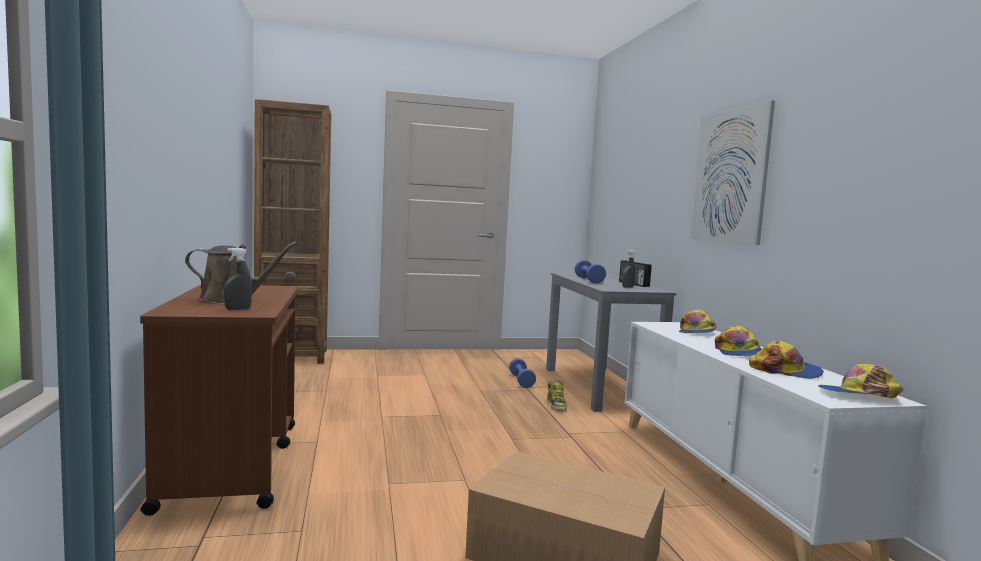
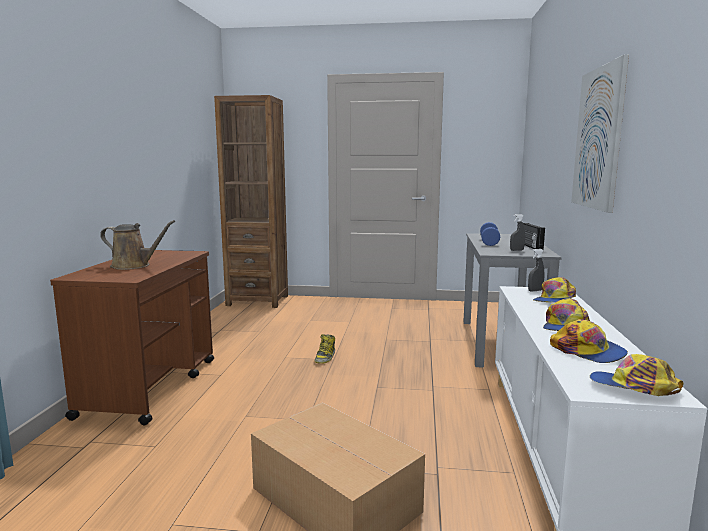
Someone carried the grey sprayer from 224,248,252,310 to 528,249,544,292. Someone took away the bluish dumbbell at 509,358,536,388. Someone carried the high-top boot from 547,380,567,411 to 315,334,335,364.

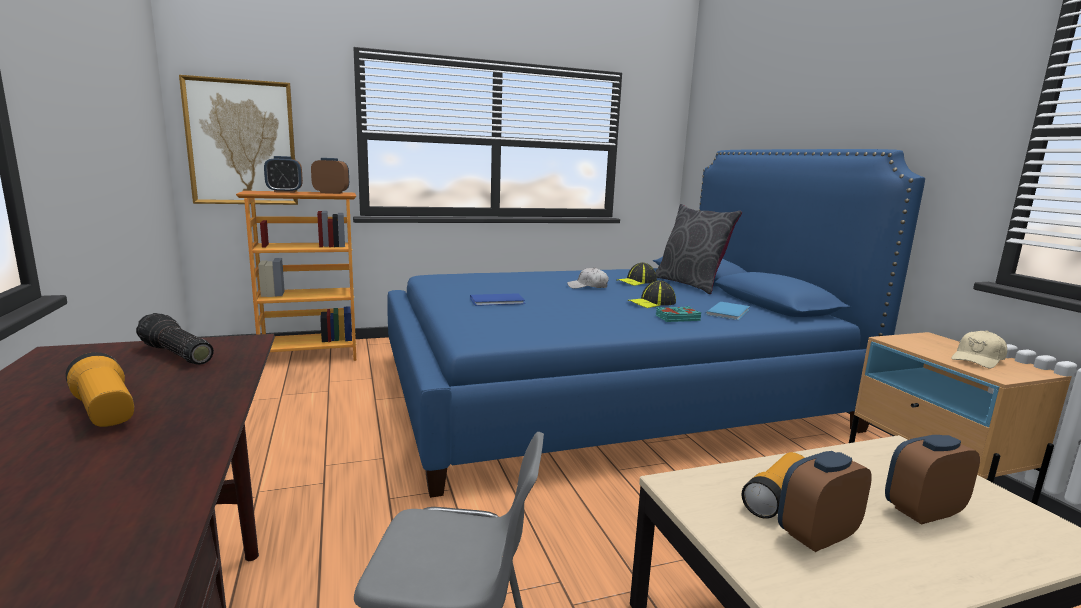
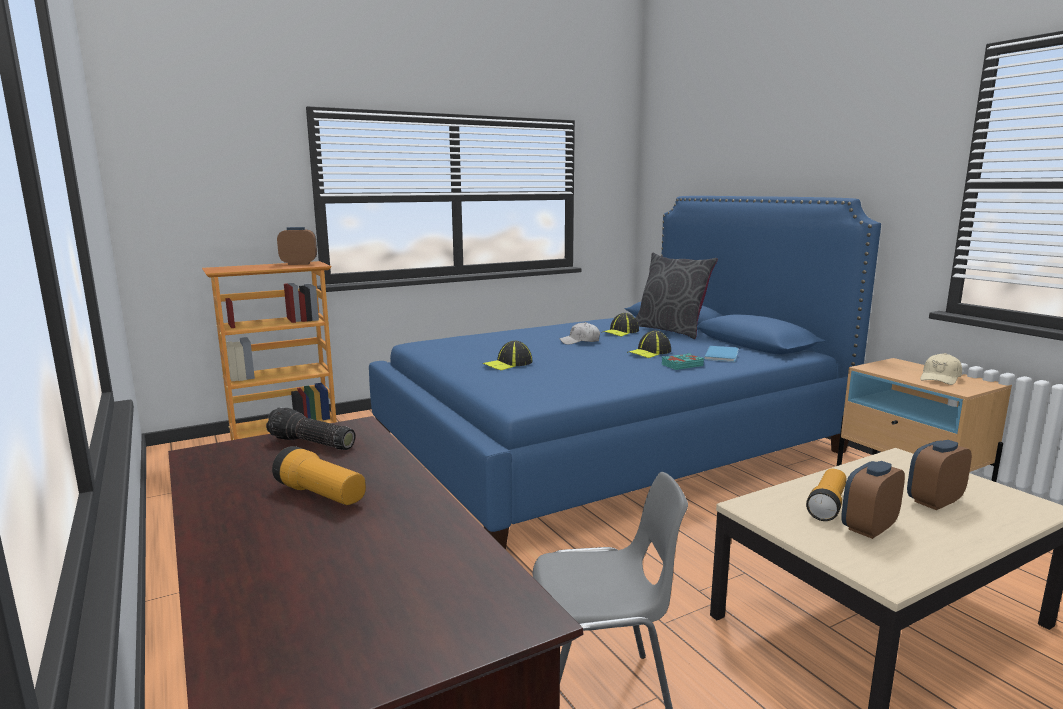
Someone took away the picture at 179,75,298,205. Someone took away the bedside clock at 264,156,303,193. Someone swapped the bluish bound book at 470,293,525,306 for the baseball cap at 483,341,533,370.

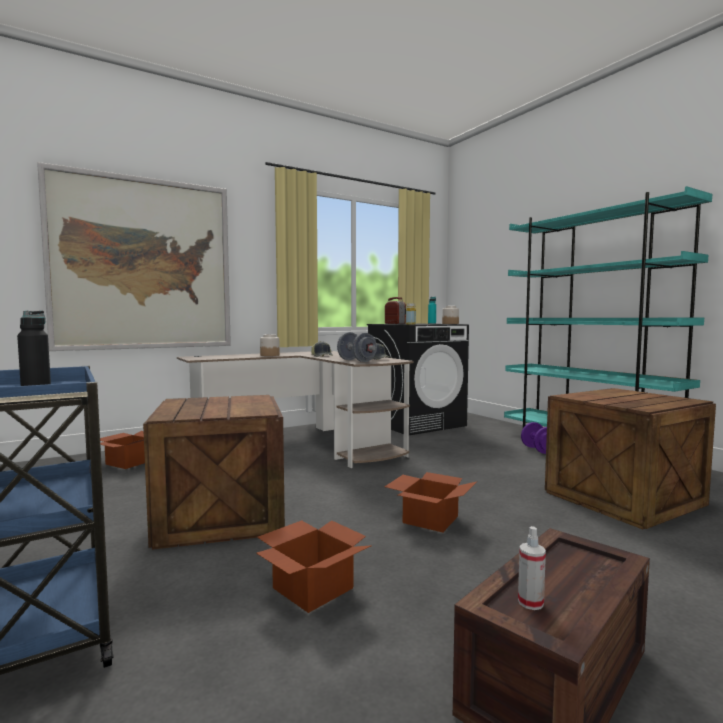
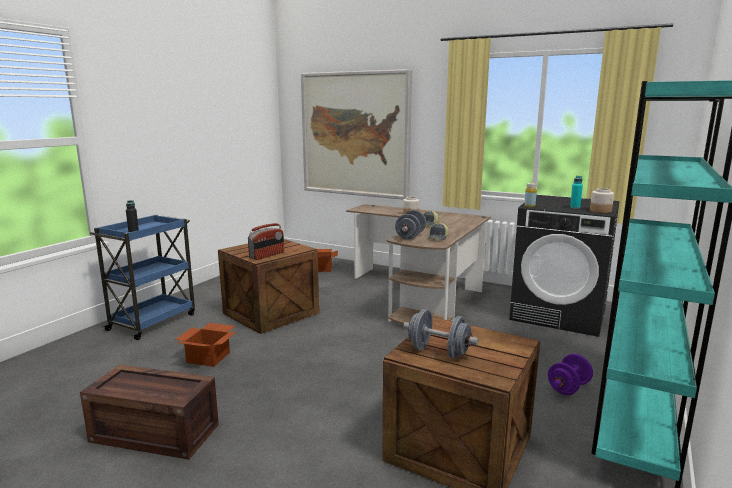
Someone carried the radio receiver from 385,297,406,324 to 248,223,284,260. Someone took away the cardboard box at 385,472,477,532. Someone took away the sprayer at 518,526,546,610. Someone put down the grey dumbbell at 403,309,478,359.

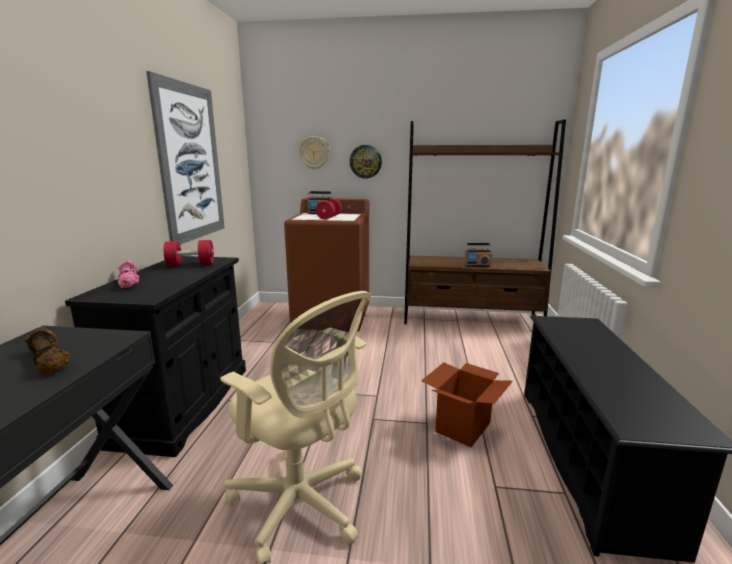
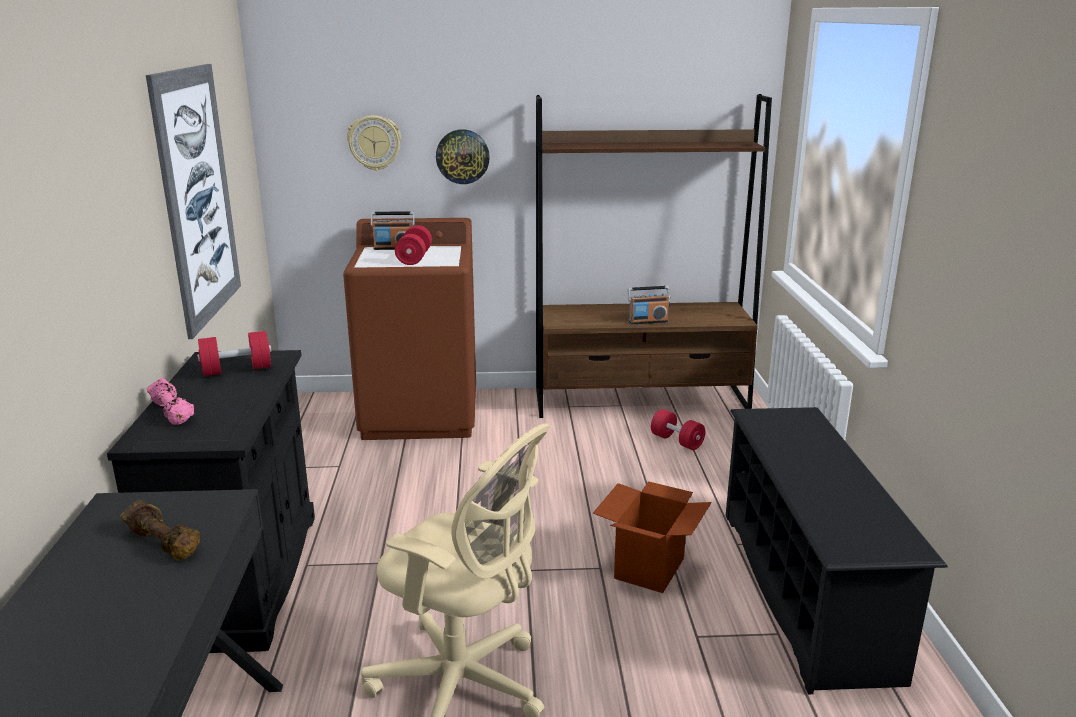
Someone put down the red dumbbell at 651,409,705,450.

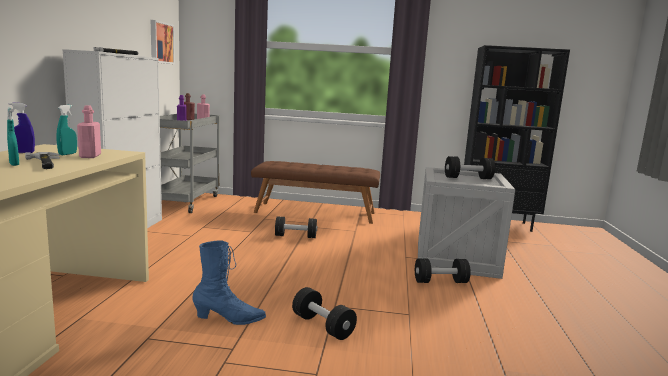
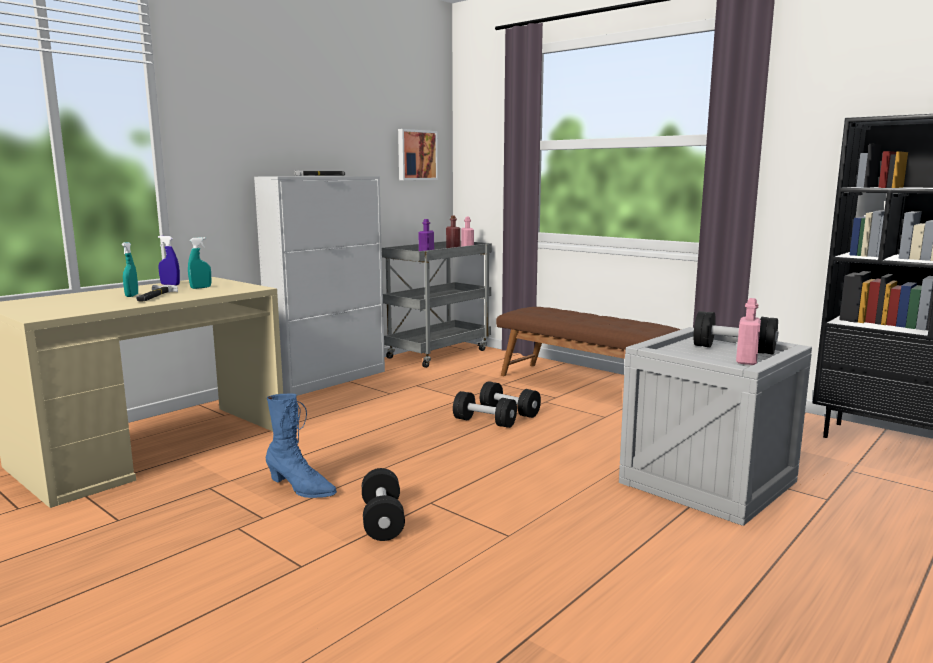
Someone carried the pink bottle from 77,105,101,158 to 736,298,761,365. Someone carried the black dumbbell from 415,258,471,283 to 453,391,517,428.

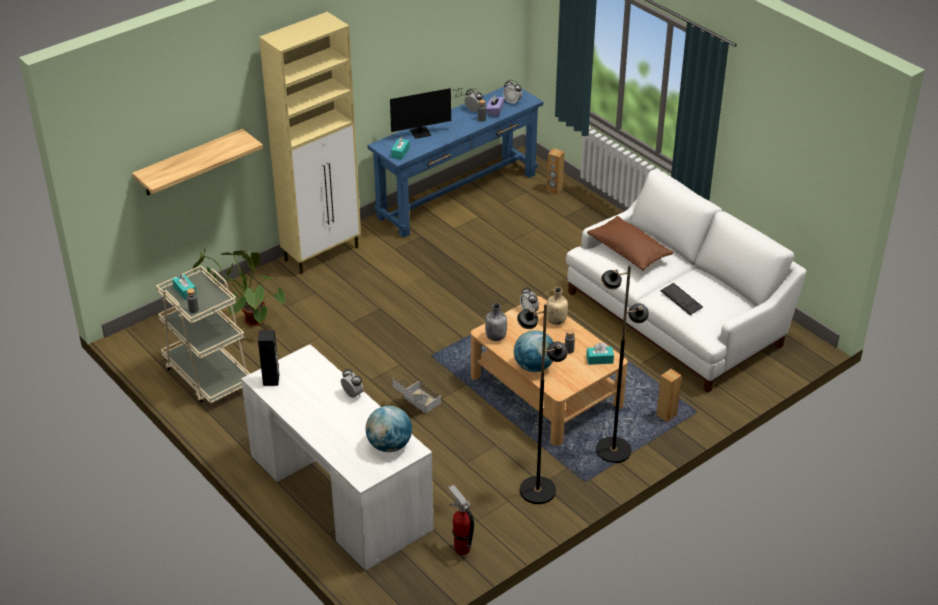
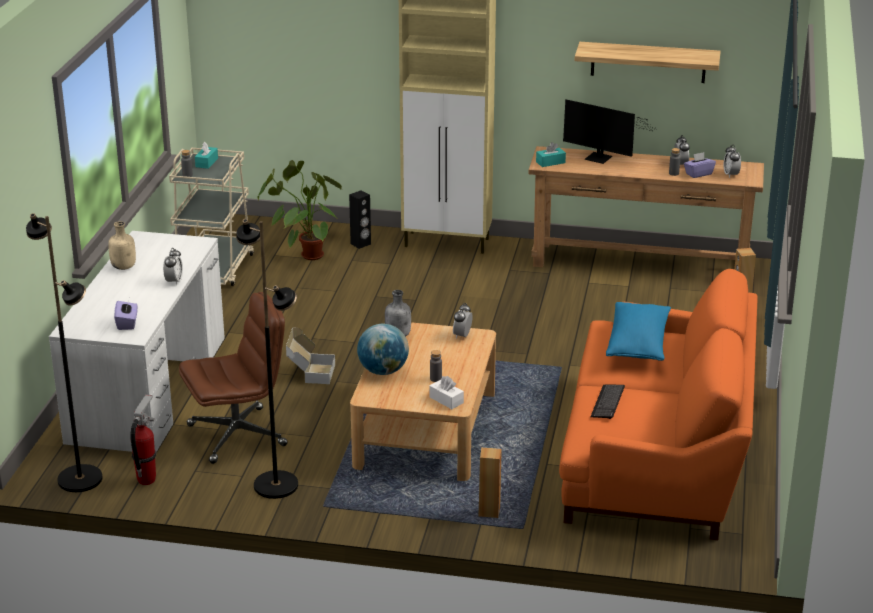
Someone repainted the bluish narrow table at 368,83,543,238, which became the brown-coloured narrow table at 528,146,764,267. Someone carried the shelf from 132,129,263,195 to 574,42,721,83. Someone repainted the white-coloured sofa at 566,170,806,393, which became the orange-coloured sofa at 559,269,758,540. Someone repainted the brown-coloured pillow at 587,216,674,271, which became the bluish pillow at 606,302,671,361. Someone carried the black standing lamp from 596,265,649,463 to 26,213,103,492. Someone carried the beige bottle from 547,287,568,325 to 108,221,136,270. Someone carried the black audio speaker from 258,330,279,386 to 349,190,371,249. Someone repainted the turquoise box of tissues at 587,343,614,365, which became the white-coloured box of tissues at 429,376,464,409. Someone swapped the desk globe at 365,406,412,452 for the purple-coloured box of tissues at 114,300,138,330. Someone put down the brown-coloured office chair at 179,292,288,464.

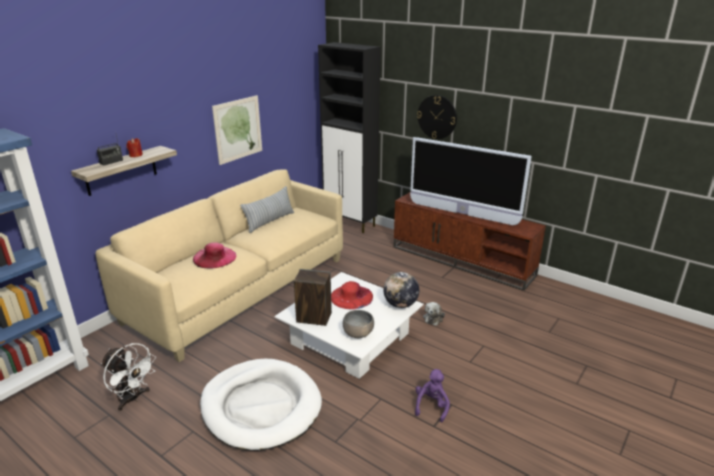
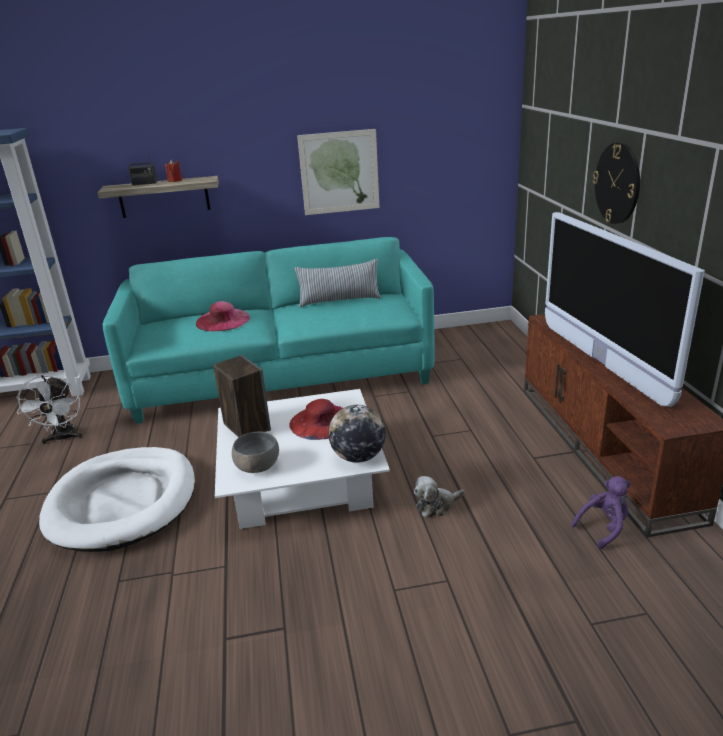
Someone took away the black cabinet at 318,42,381,233. Someone repainted the beige sofa at 96,169,343,362, which became the turquoise sofa at 103,237,435,424. Someone carried the purple-coloured soft toy from 415,369,450,422 to 571,476,631,549.

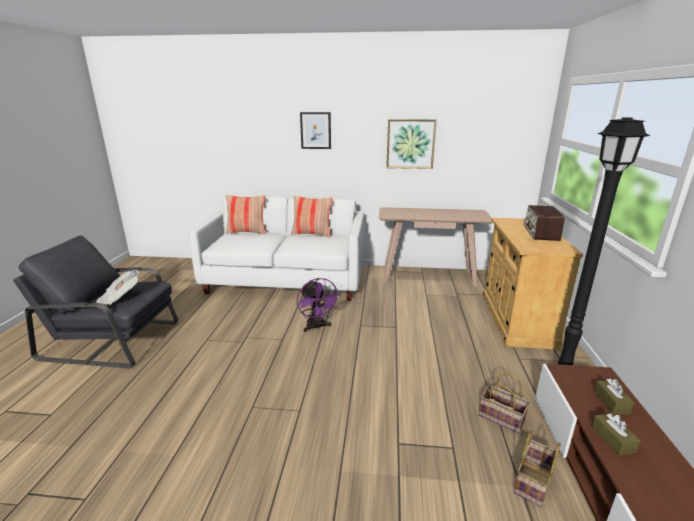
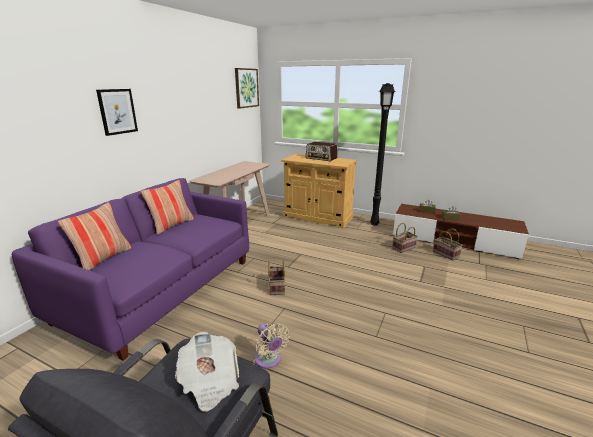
Someone carried the picture from 386,119,437,169 to 235,68,259,109. Someone repainted the white-coloured sofa at 189,196,364,301, which became the purple-coloured sofa at 12,178,249,361. Someone swapped the purple-coloured cooling fan at 297,278,340,332 for the basket at 268,259,285,295. Someone put down the beige cooling fan at 255,323,290,369.

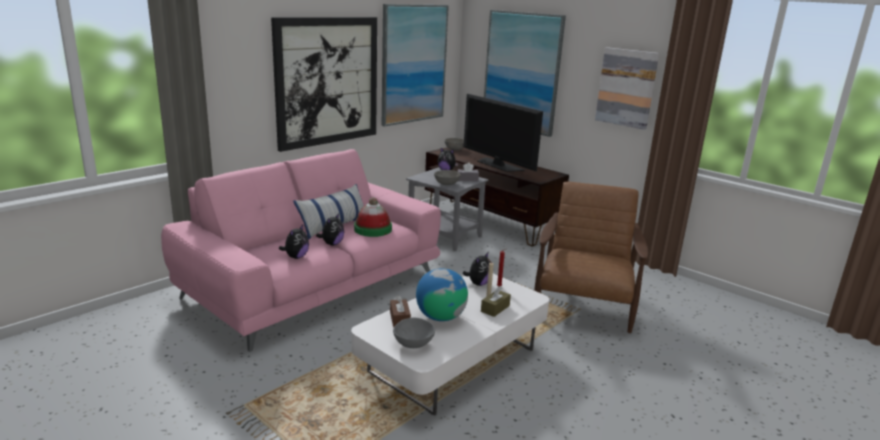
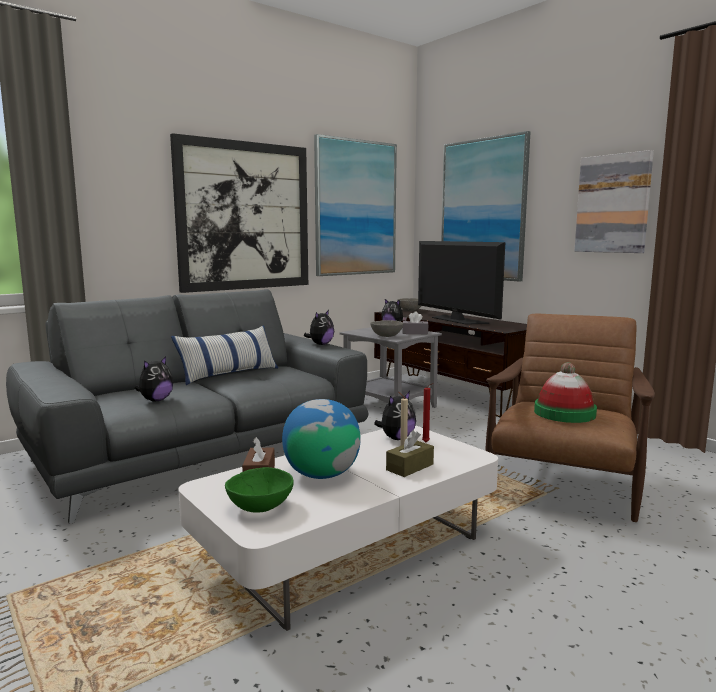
Someone repainted the pink sofa at 161,149,441,352, which became the grey sofa at 6,289,369,524. Someone carried the wearable hat from 354,198,392,237 to 534,362,597,423. Someone carried the soft toy from 316,213,344,246 to 304,310,334,345. Someone repainted the grey serving bowl at 393,318,435,348, which became the greenish serving bowl at 225,467,293,513.

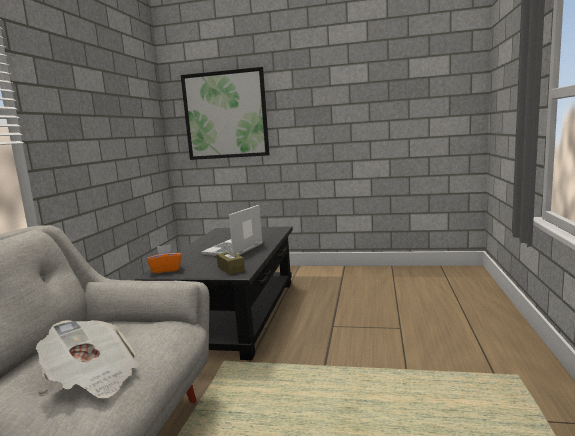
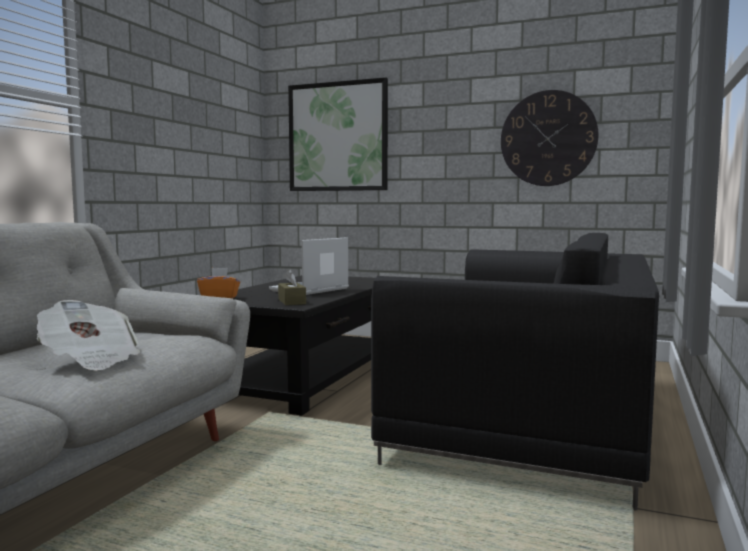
Someone put up the clock on the wall at 501,90,598,186. Someone put down the black sofa at 371,233,659,510.

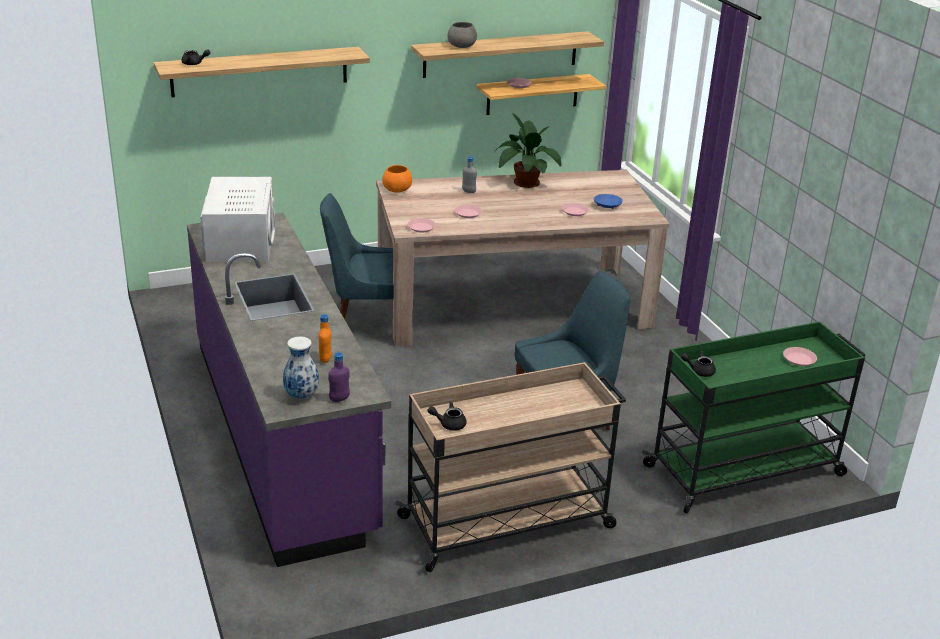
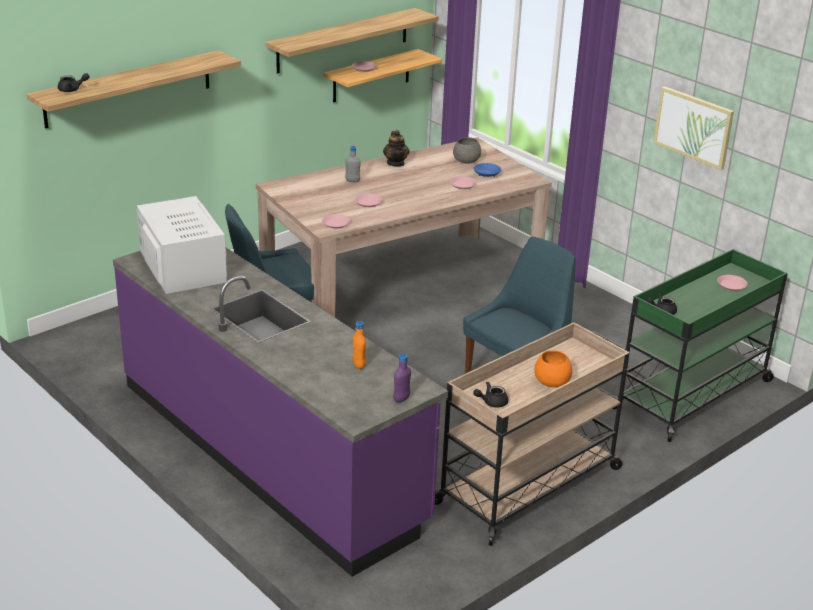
Someone carried the grey serving bowl from 447,22,477,48 to 453,137,481,164. Someone swapped the potted plant at 494,113,562,188 for the tea pot at 383,130,410,167. Someone carried the orange-coloured serving bowl from 382,165,412,193 to 534,350,572,387. Someone took away the flower vase at 283,337,319,399. Someone put up the picture at 653,86,734,170.

